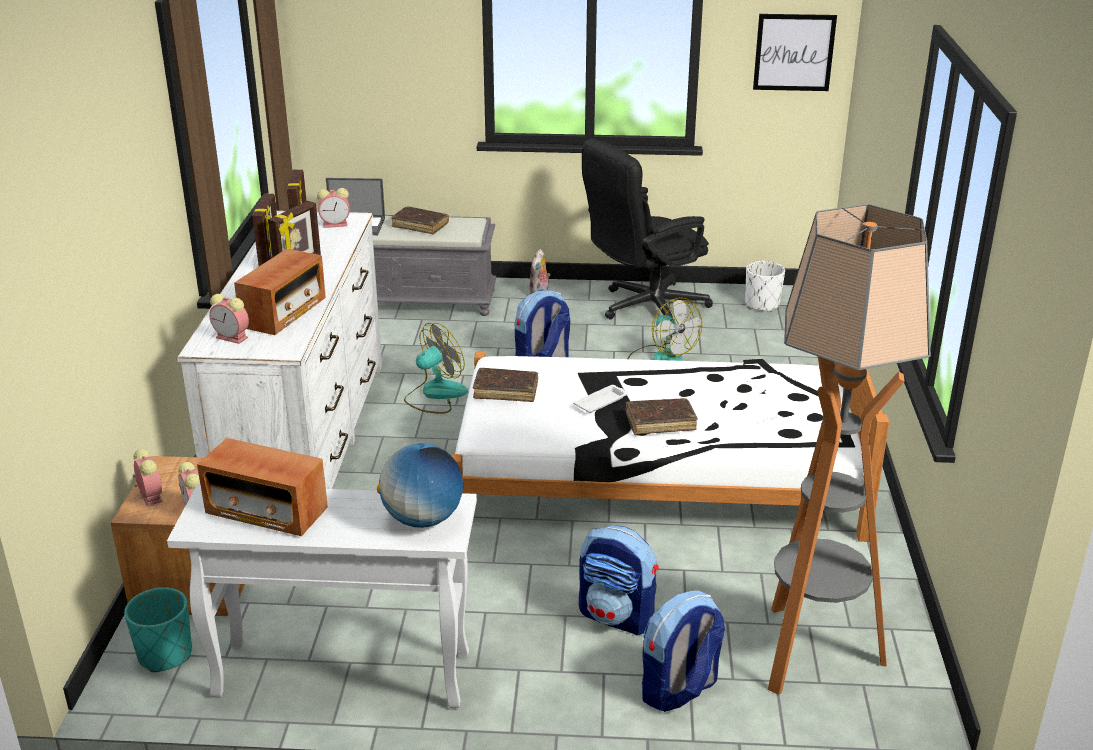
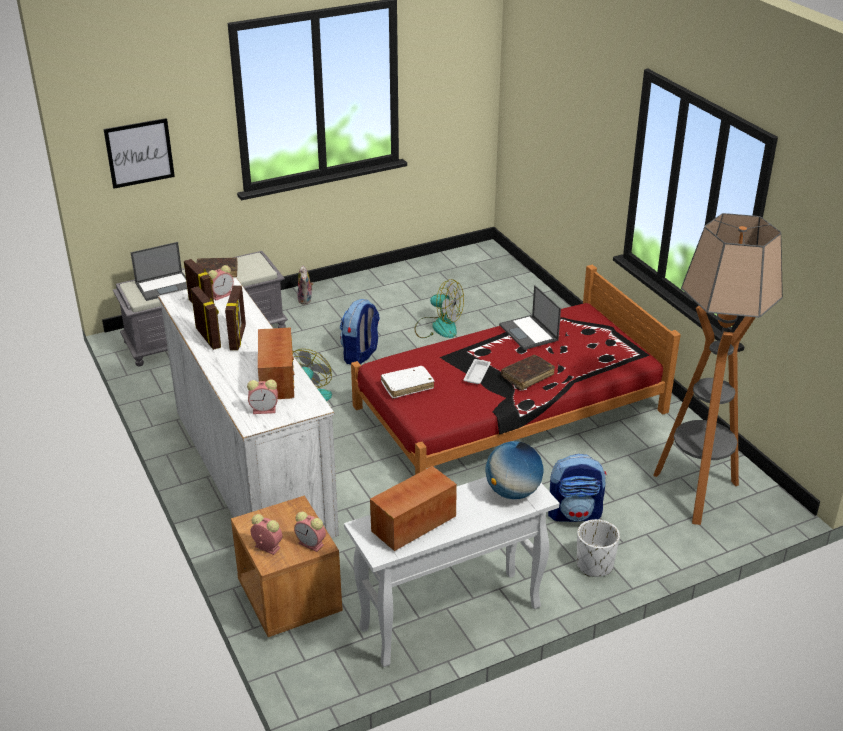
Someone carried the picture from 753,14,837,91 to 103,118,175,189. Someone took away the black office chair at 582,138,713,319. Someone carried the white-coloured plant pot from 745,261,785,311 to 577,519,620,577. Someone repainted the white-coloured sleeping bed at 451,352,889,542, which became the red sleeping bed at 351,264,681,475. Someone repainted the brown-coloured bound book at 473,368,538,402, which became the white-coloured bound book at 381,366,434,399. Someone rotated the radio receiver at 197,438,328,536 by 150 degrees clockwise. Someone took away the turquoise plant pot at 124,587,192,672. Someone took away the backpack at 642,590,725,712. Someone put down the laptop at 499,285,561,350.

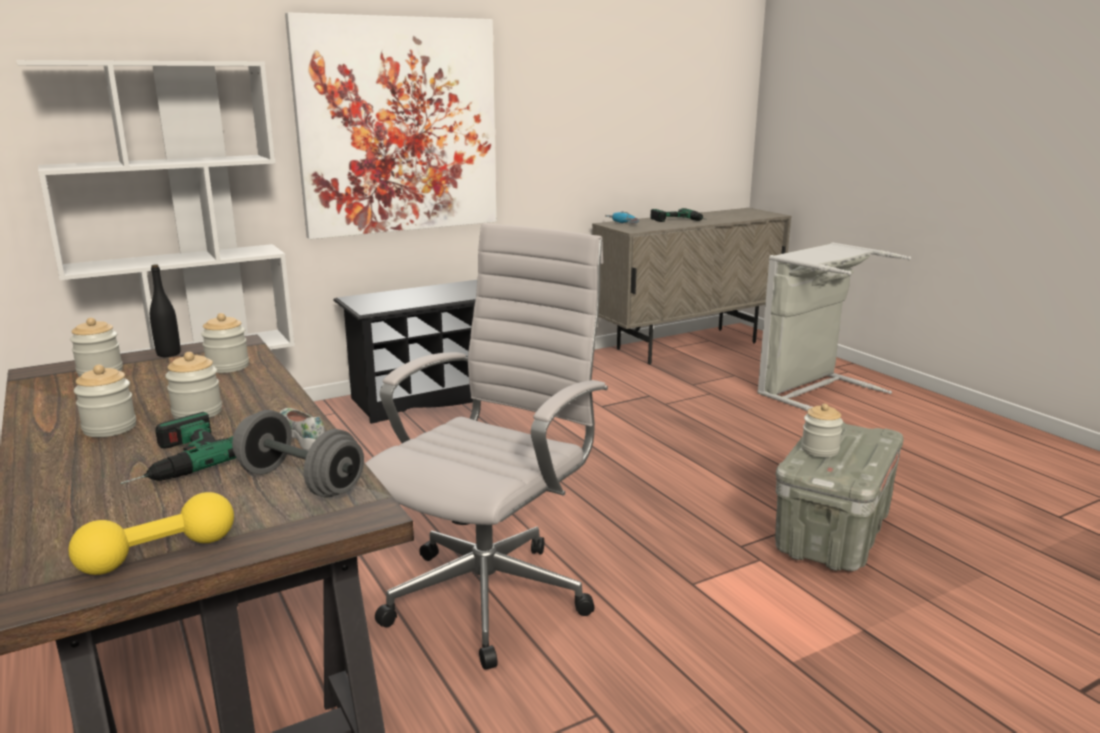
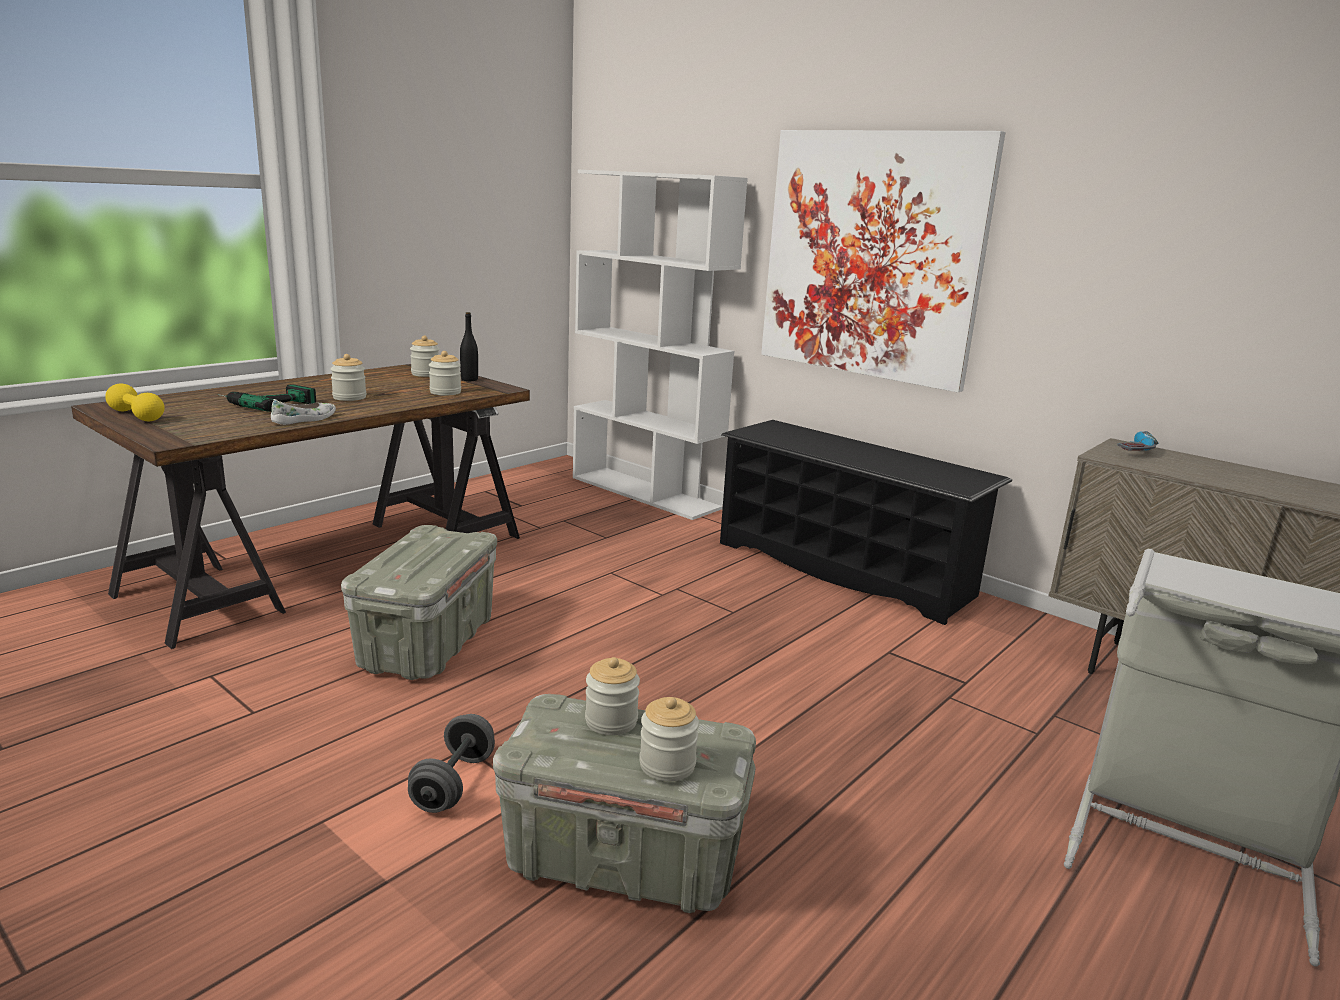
Someone took away the drill at 650,208,706,222. Someone swapped the white-coloured office chair at 365,223,608,670 for the grey storage box at 341,525,497,680. Someone carried the preserve jar from 74,365,136,437 to 639,697,699,781. Someone carried the grey dumbbell from 232,410,364,498 to 408,714,495,813.

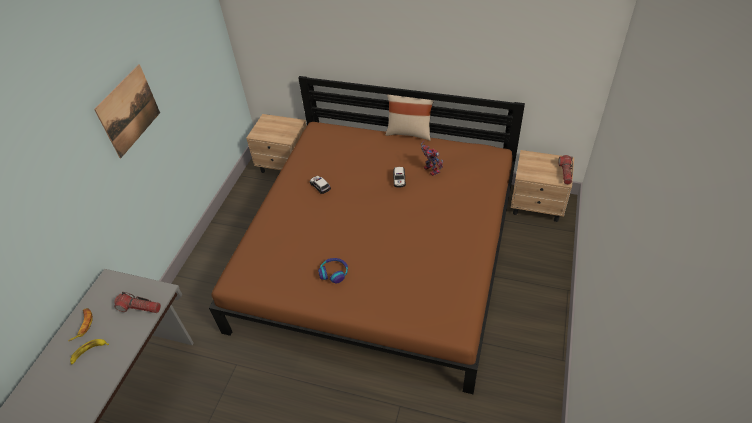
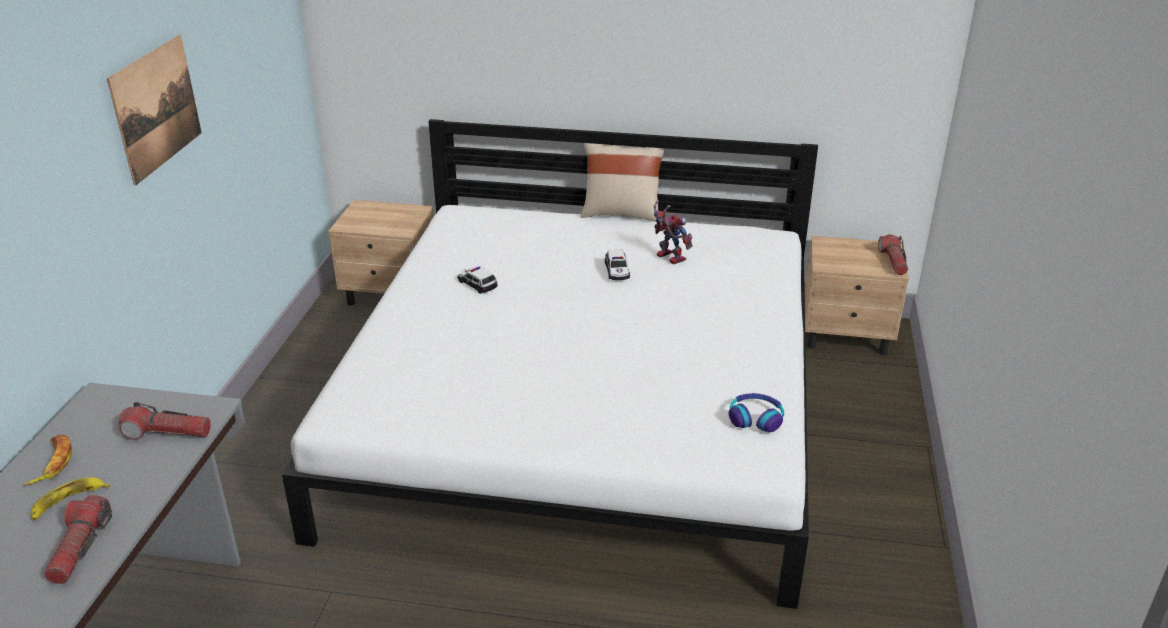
Someone repainted the brown-coloured sleeping bed at 209,76,525,394, which became the white-coloured sleeping bed at 282,119,818,609. Someone carried the pair of headphones from 318,258,348,284 to 729,393,784,432. Someone put down the torch at 44,495,112,584.

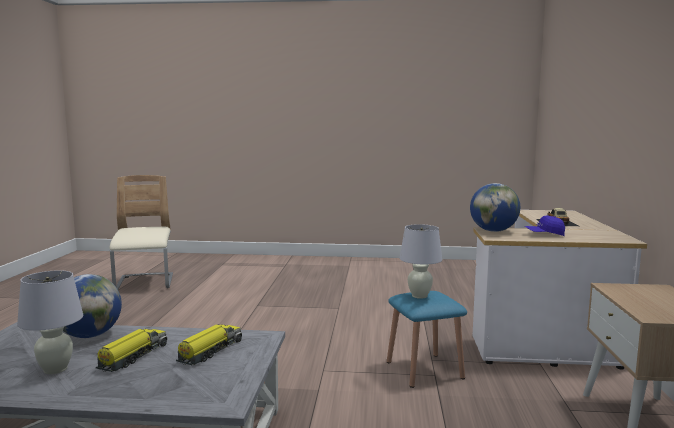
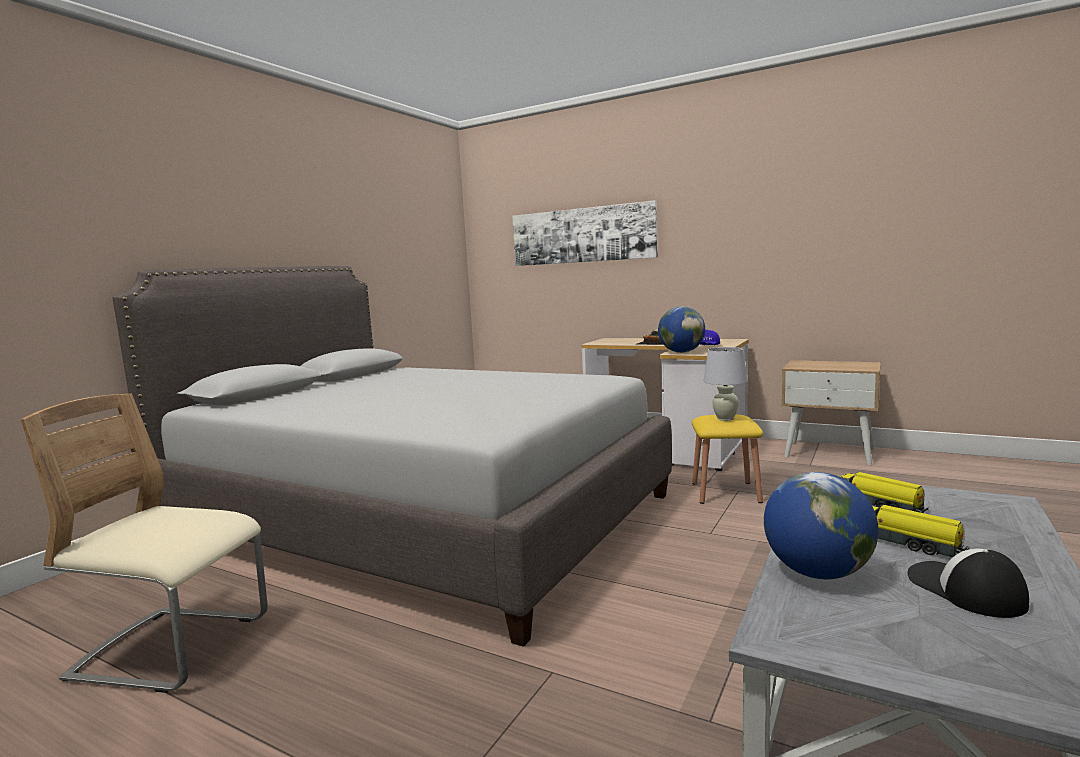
Someone swapped the white-coloured table lamp at 17,270,83,374 for the baseball cap at 907,548,1029,618. Someone repainted the bluish stool at 387,291,467,388, which became the yellow stool at 692,414,763,504. Someone put up the picture at 512,200,658,266. Someone put down the grey sleeping bed at 112,266,672,647.

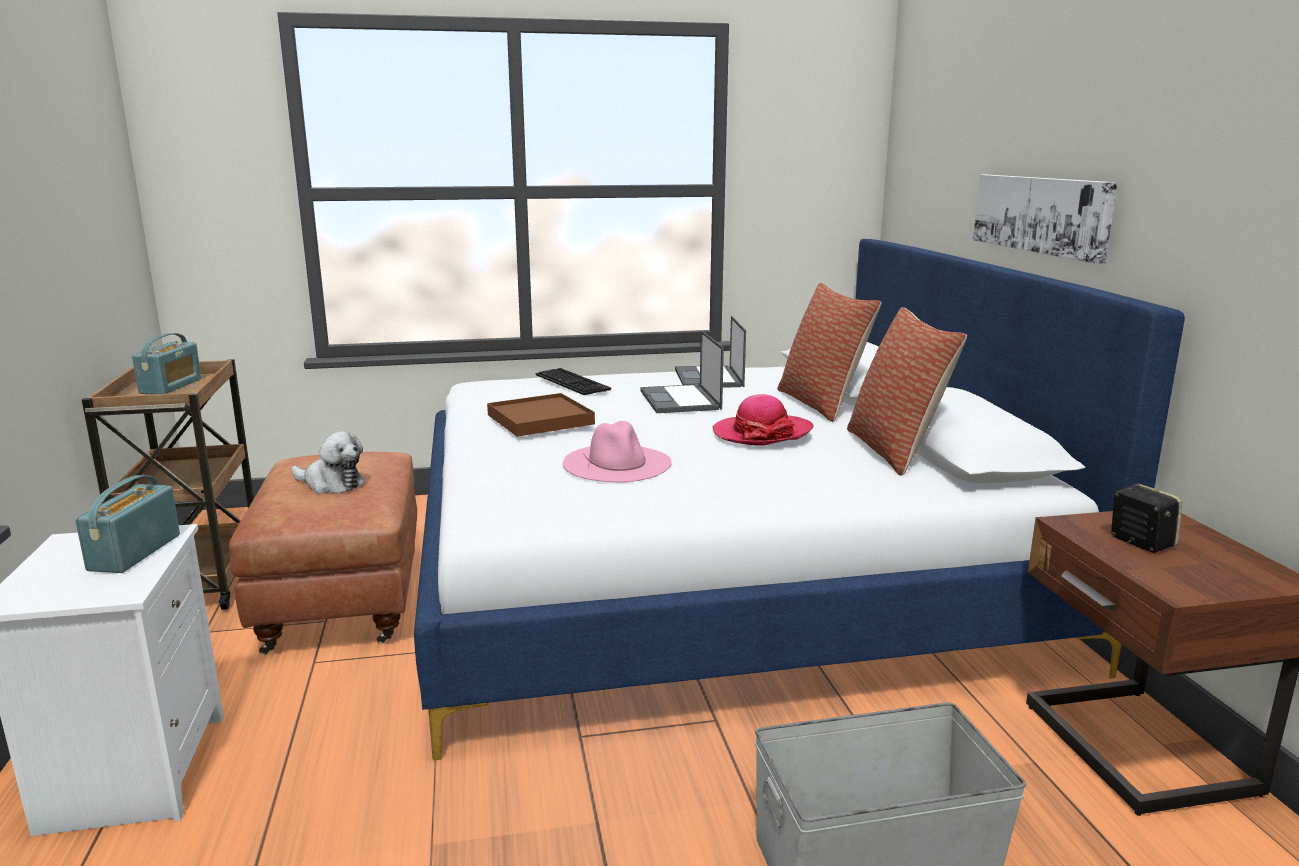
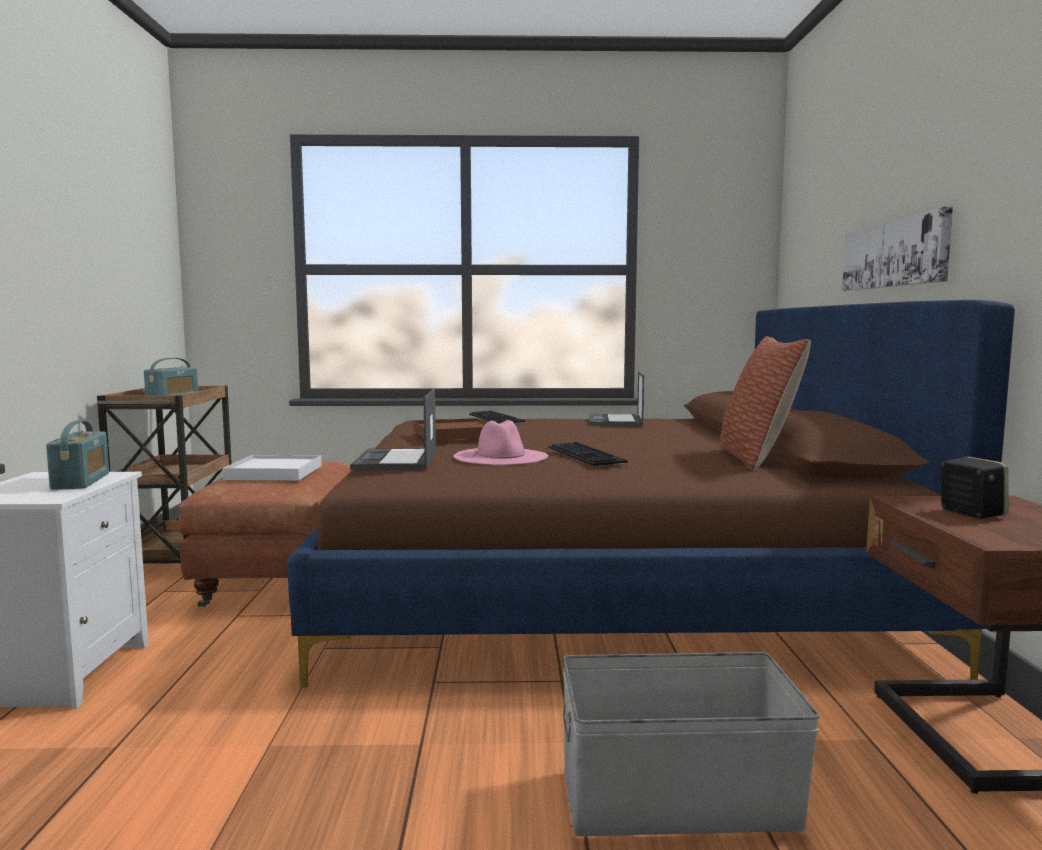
Someone repainted the white-coloured sleeping bed at 414,239,1185,760, which became the brown-coloured sleeping bed at 288,300,1015,687. Someone took away the pillow at 778,283,881,422. Someone carried the laptop from 640,330,724,413 to 350,389,436,470. Someone took away the wearable hat at 712,394,814,445. Someone swapped the soft toy at 291,431,365,494 for the white-coloured tray at 222,455,322,480. Someone rotated the radio receiver at 75,475,180,573 by 150 degrees clockwise. Someone put down the computer keyboard at 549,442,627,466.

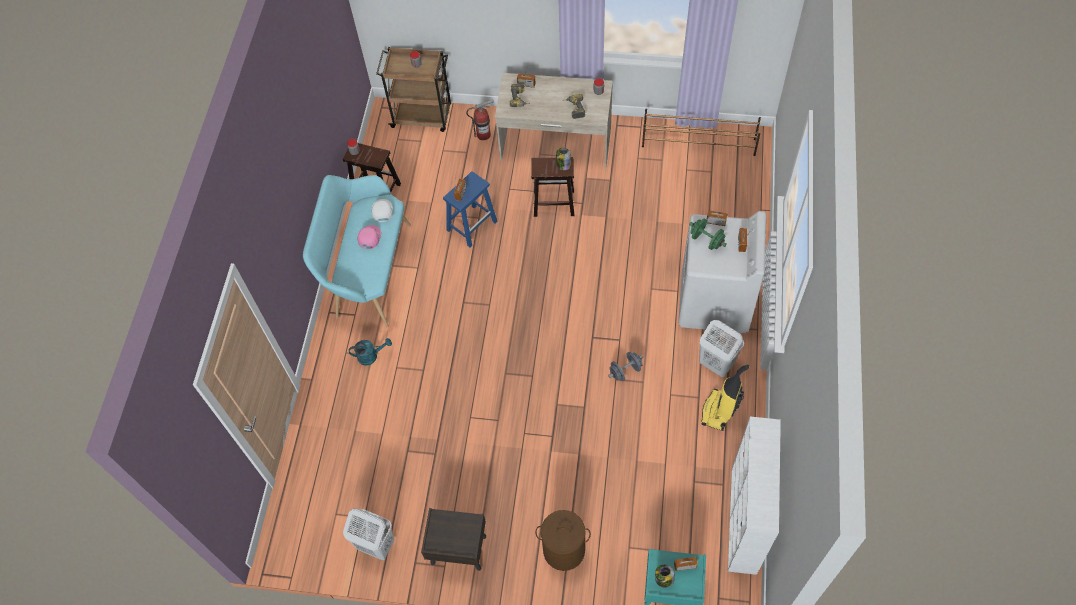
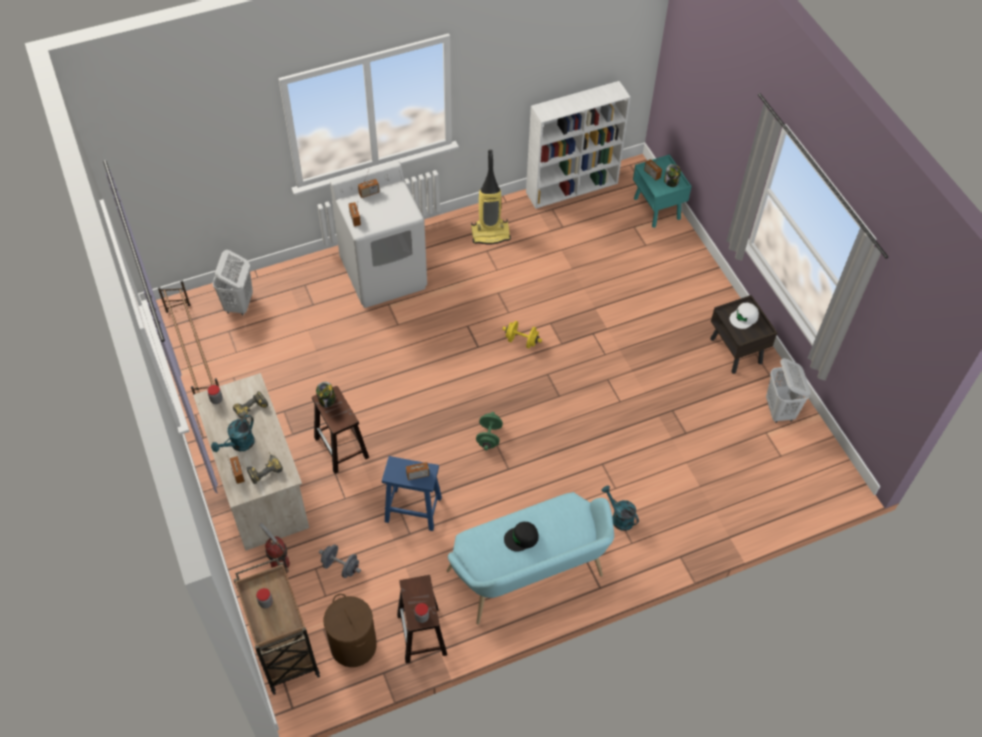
Someone carried the white-coloured baseball cap from 371,199,393,222 to 730,303,759,329. Someone carried the greenish dumbbell from 689,219,727,250 to 476,412,503,450. Someone repainted the pink baseball cap at 357,225,381,249, which became the black baseball cap at 504,522,538,552. Someone carried the white-coloured laundry basket from 699,320,744,377 to 213,250,253,316. Someone carried the grey dumbbell from 608,352,644,381 to 319,544,361,578. Someone carried the brown-coloured laundry basket from 535,510,591,571 to 324,594,377,667. Someone put down the yellow dumbbell at 502,321,542,348. Someone put down the turquoise sprinkling can at 211,415,255,452.

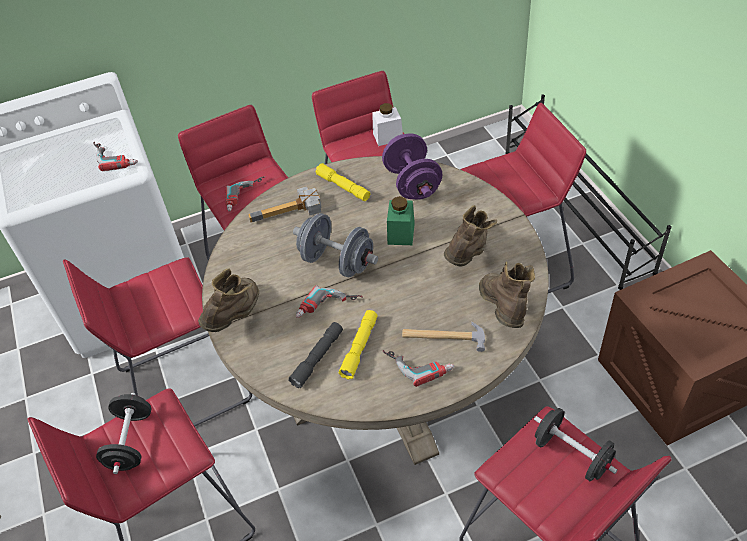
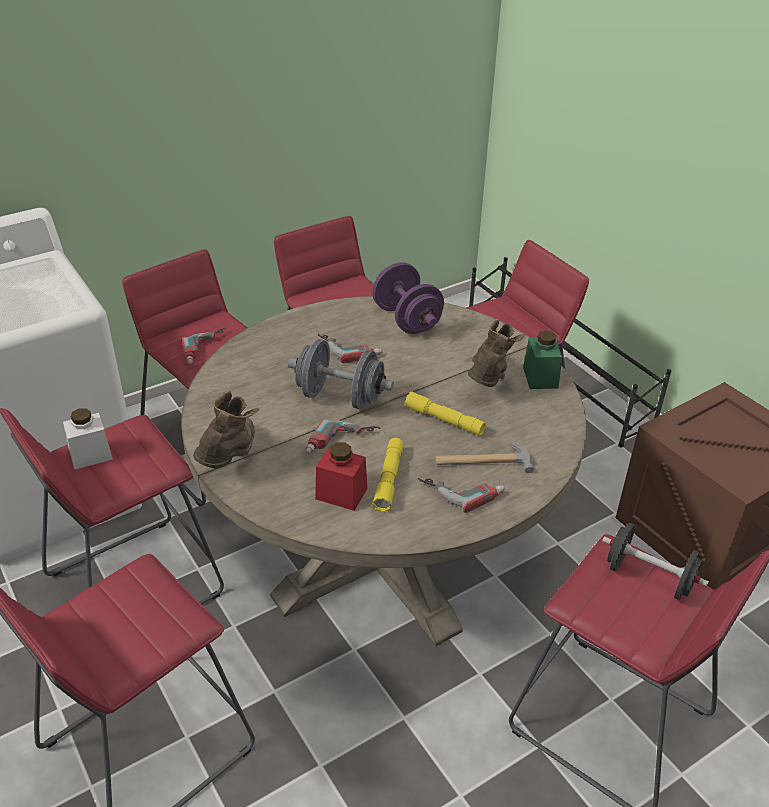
Someone carried the white-coloured preserve jar from 372,103,403,146 to 63,408,113,470. Someone carried the drill from 93,142,138,171 to 318,333,383,363. Someone carried the yellow torch from 315,164,370,201 to 404,392,486,436. Someone took away the hammer at 248,186,321,222. Someone carried the greenish preserve jar from 387,196,415,245 to 523,330,562,389. Someone took away the brown-coloured high-top boot at 479,261,535,328. Someone swapped the grey torch at 288,322,343,388 for the red preserve jar at 315,443,367,511. Someone took away the black dumbbell at 96,393,151,474.

